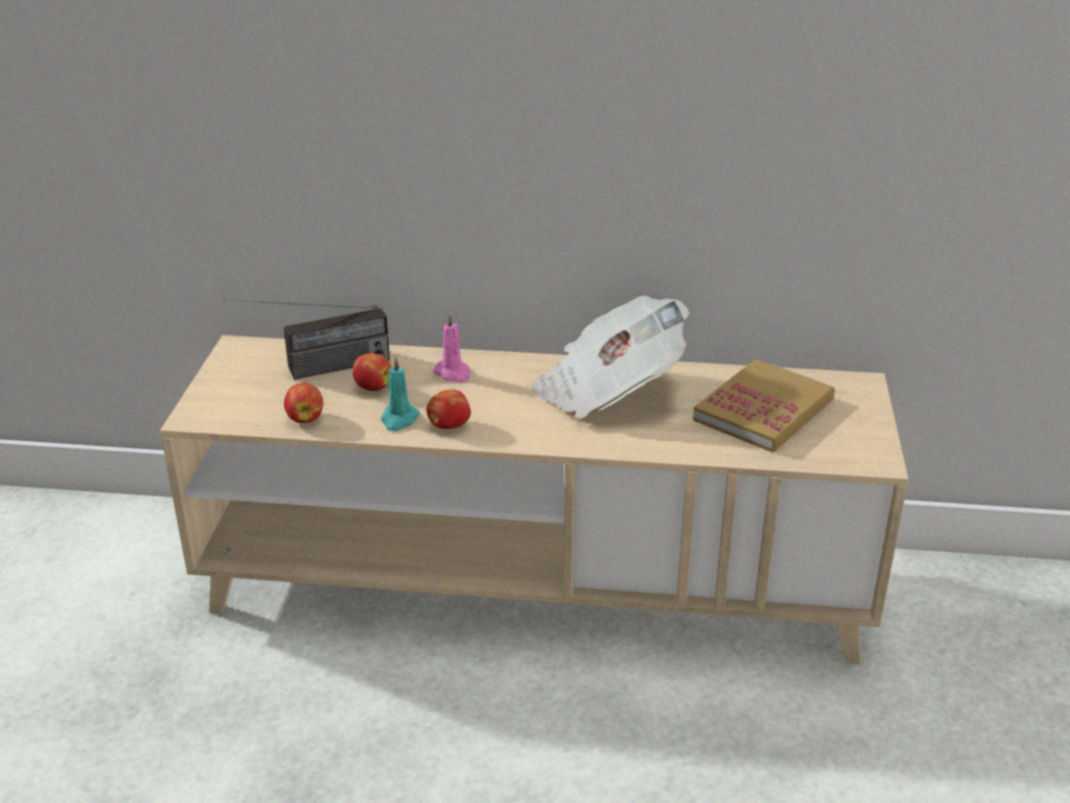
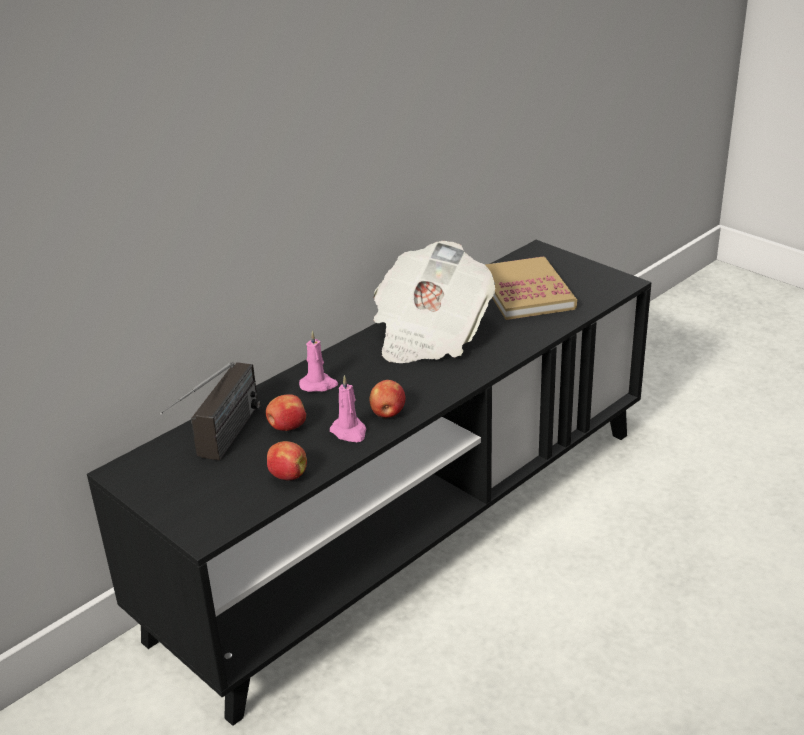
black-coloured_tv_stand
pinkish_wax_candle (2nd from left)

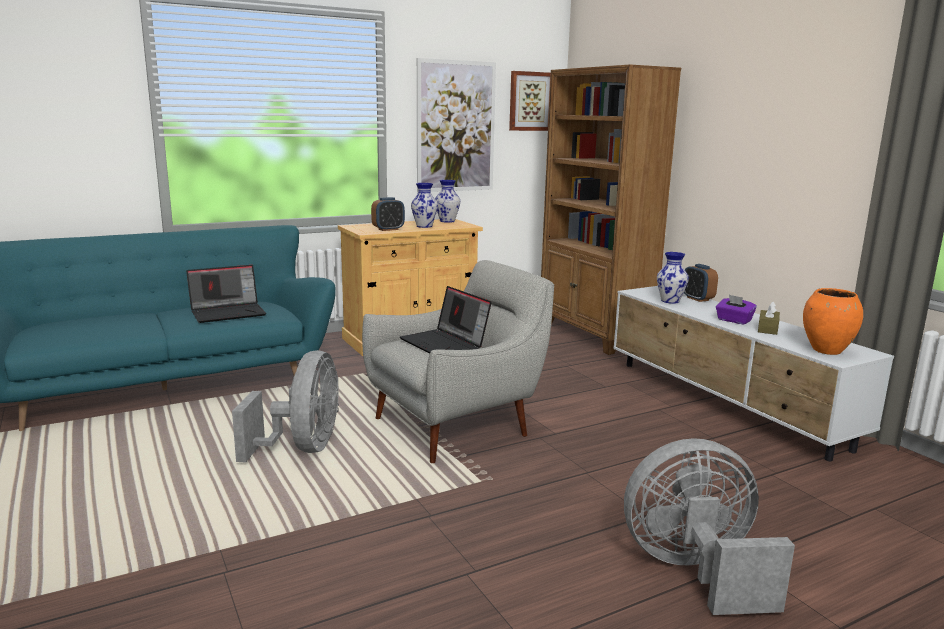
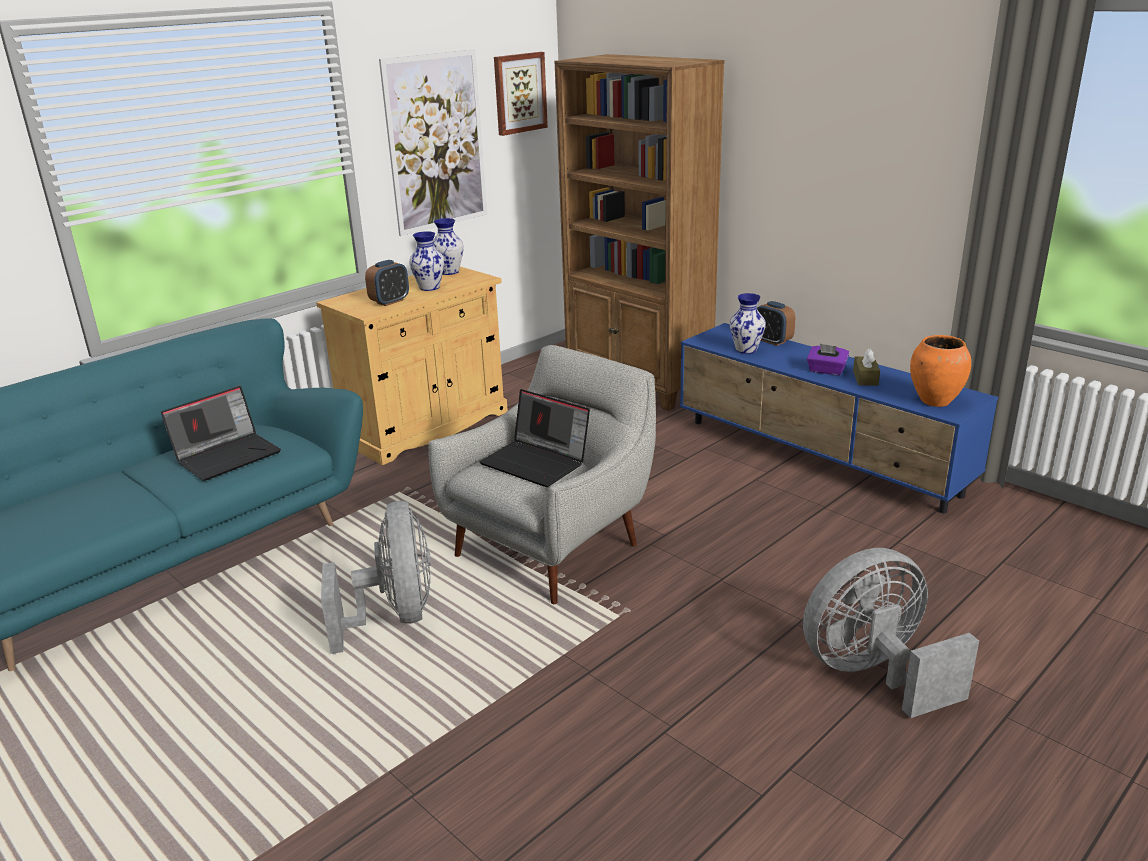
bluish_tv_stand

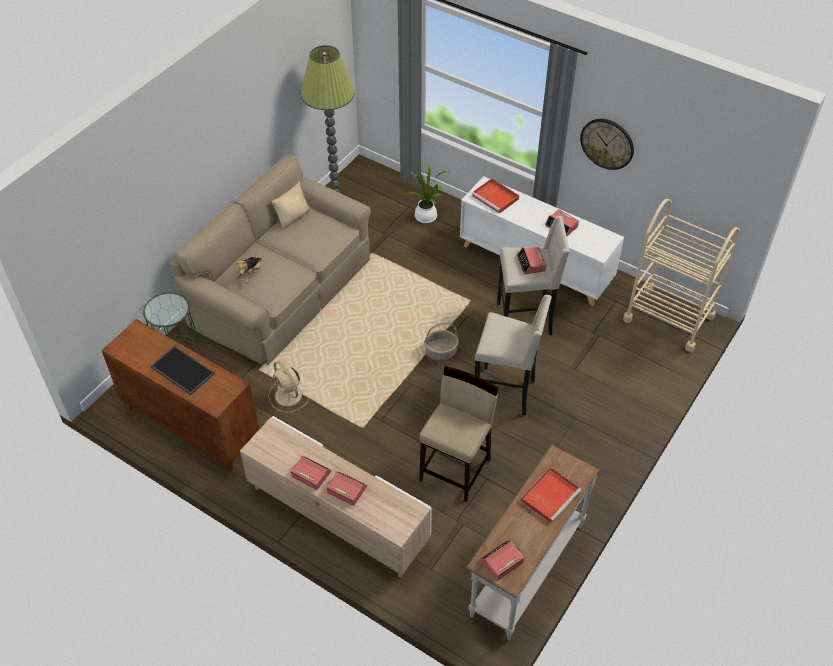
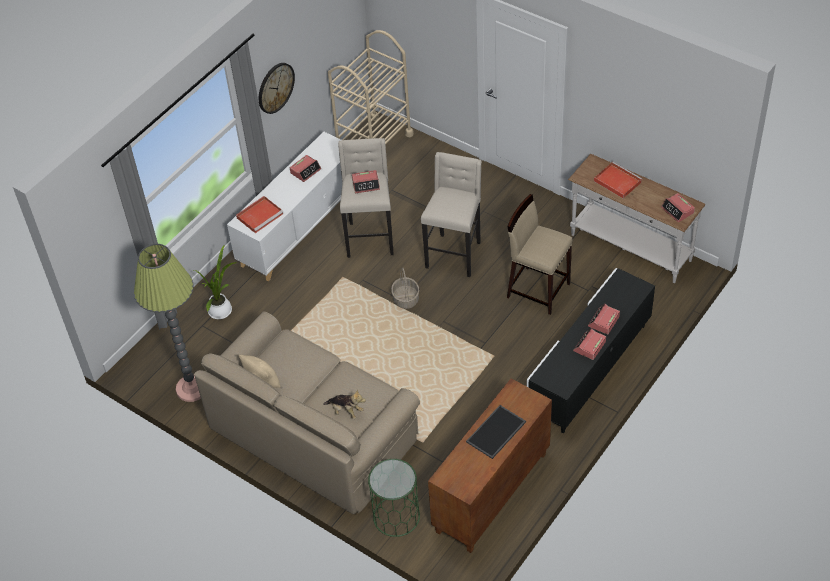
black-coloured_tv_stand
beige-coloured_cooling_fan

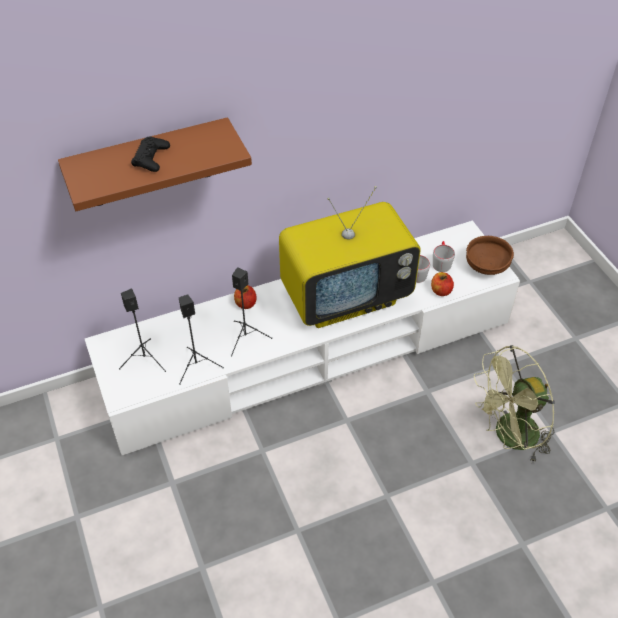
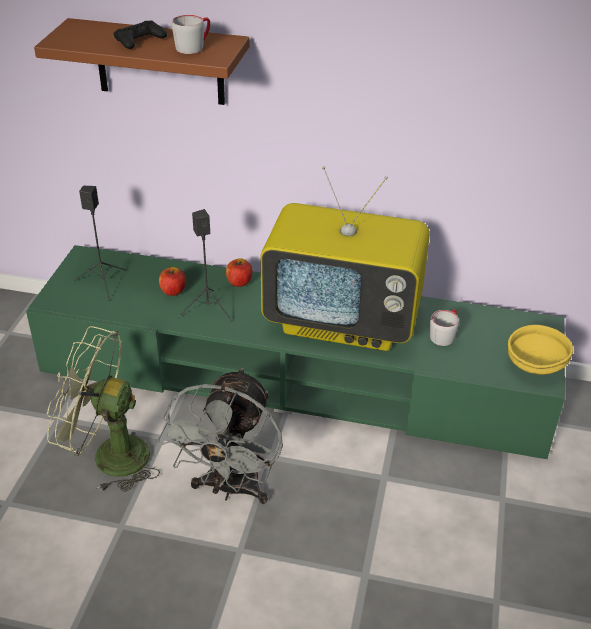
green_tv_stand
green_cooling_fan
gray_cooling_fan
apple_fruit (1st from left)
gray_coffee_mug (1st from left)
yellowish_serving_bowl
black-coloured_loudspeaker (2nd from left in the first image)

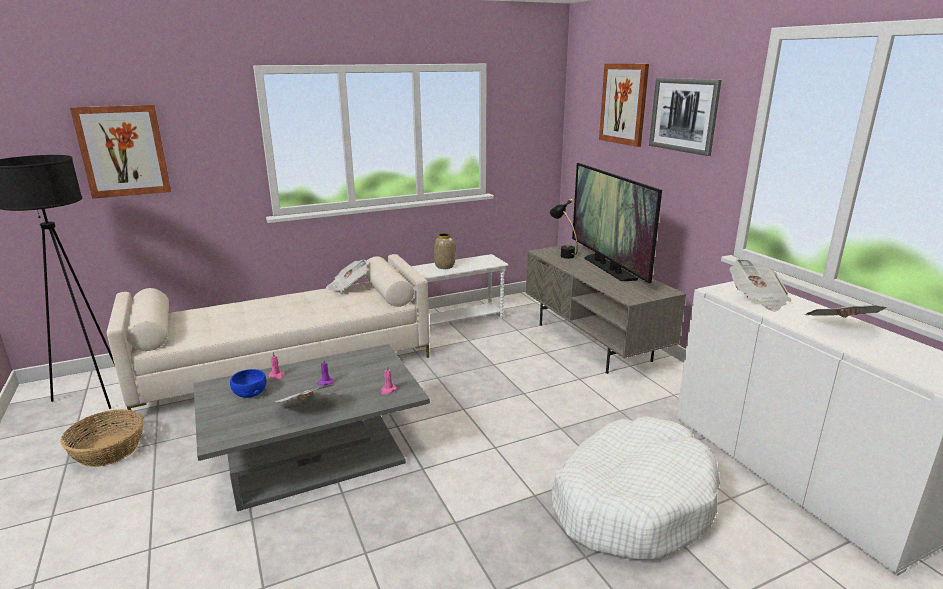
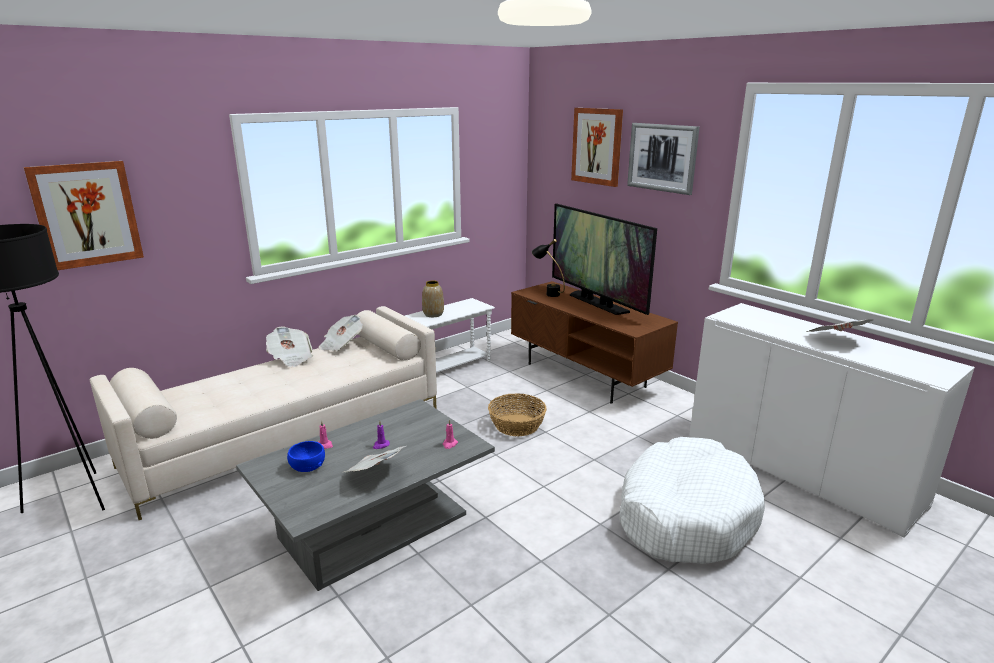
printed_paper (1st from left)
basket
brownish_tv_stand

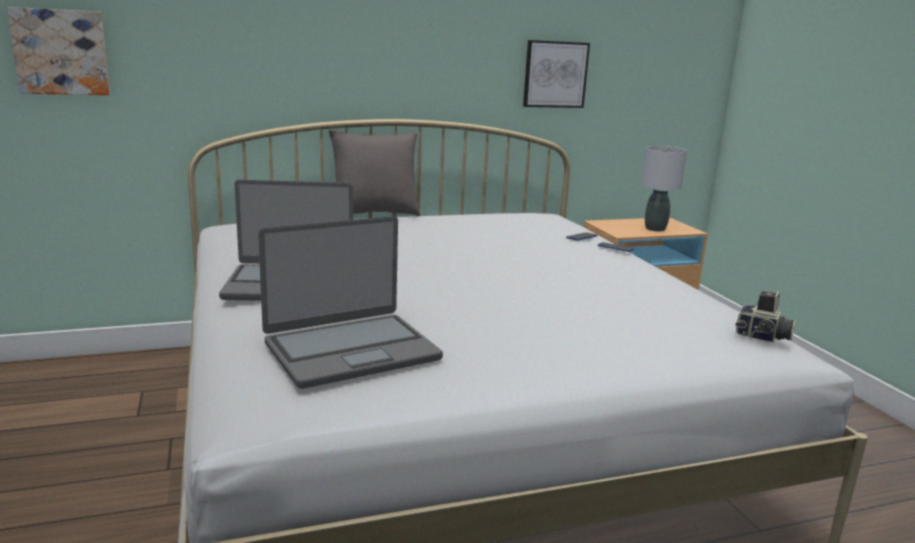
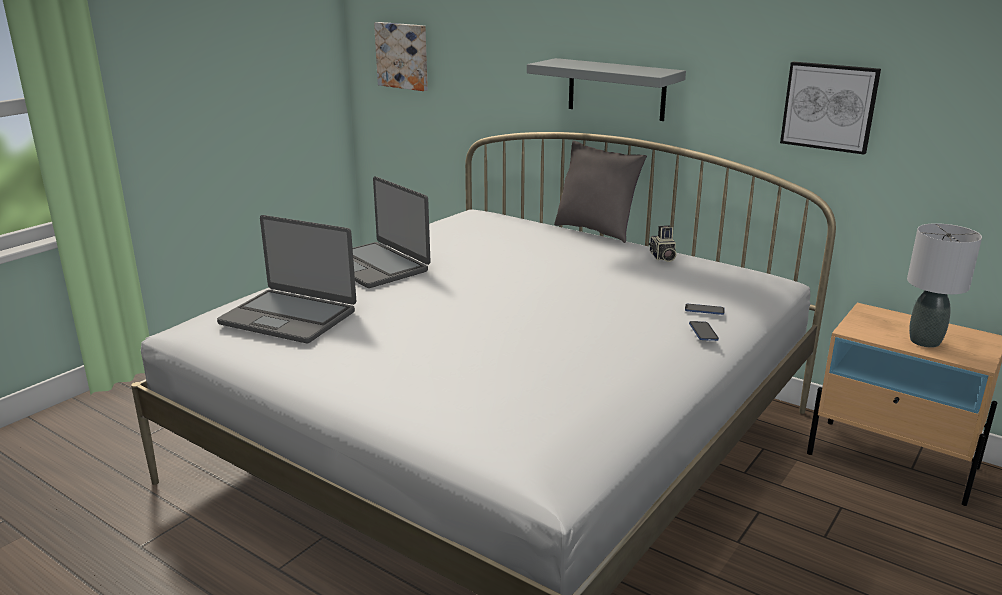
gray_wall_shelf
still_camera

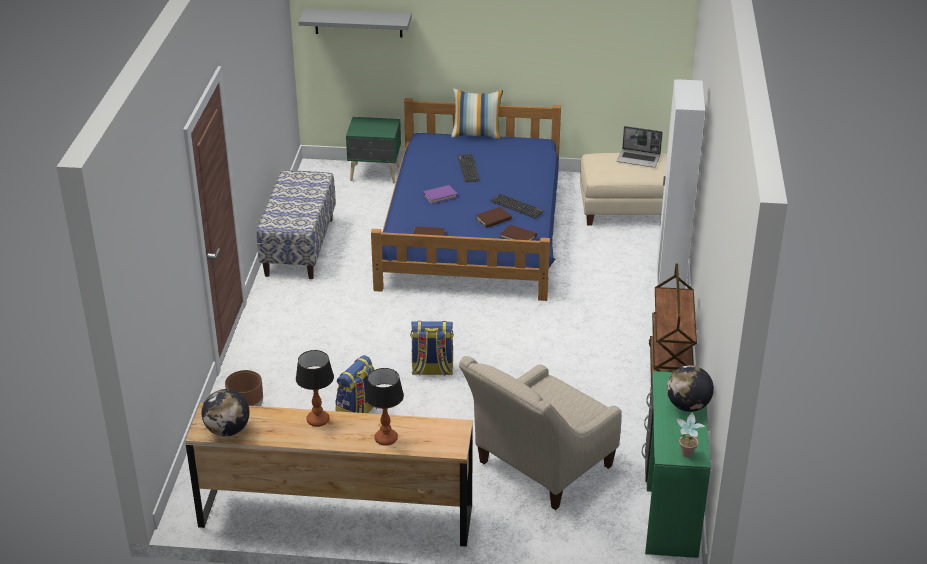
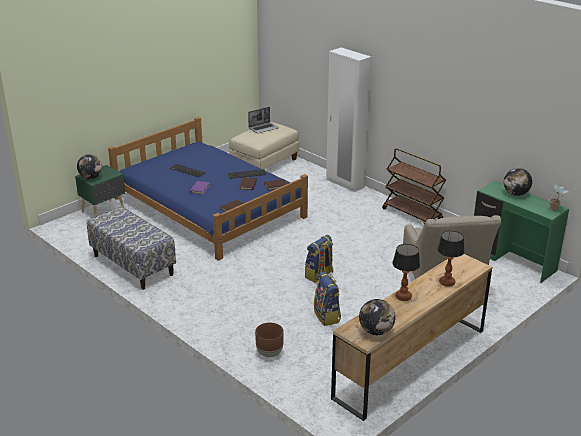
globe (1st from left)
gray_wall_shelf
cushion

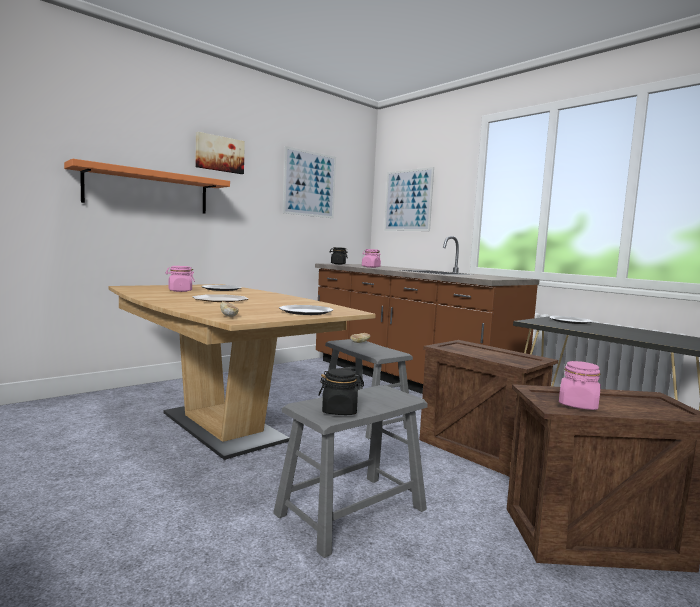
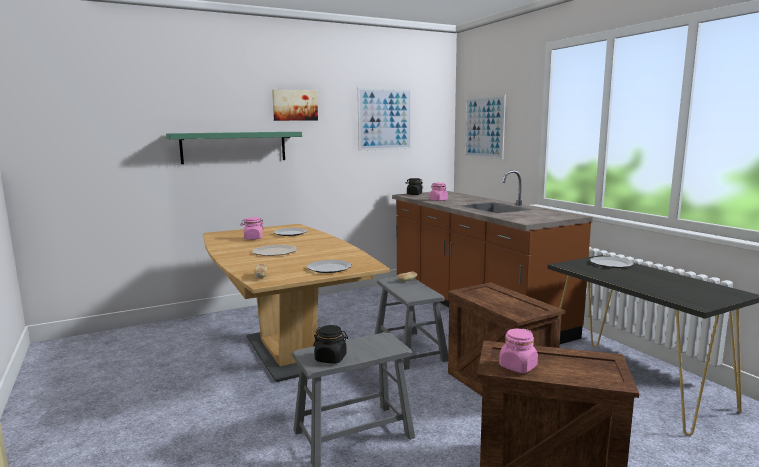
green_wall_shelf

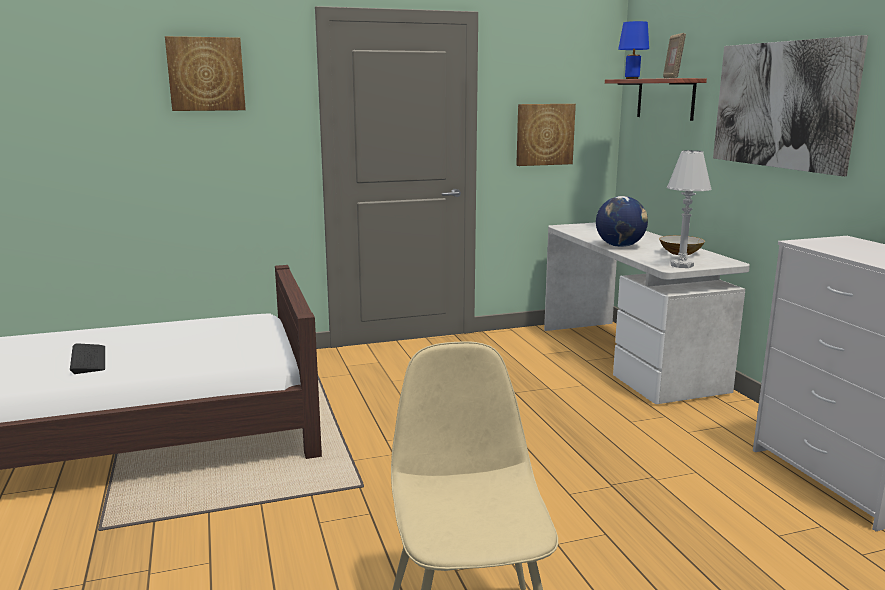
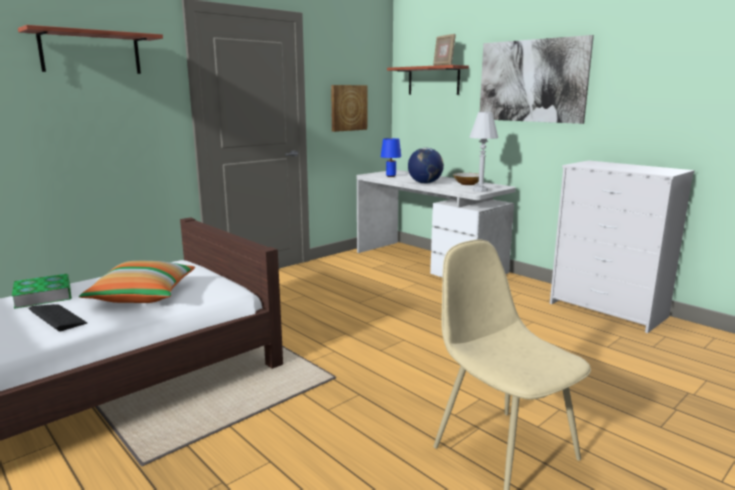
bound_book
wall_shelf (1st from left)
cushion
bluish_table_lamp

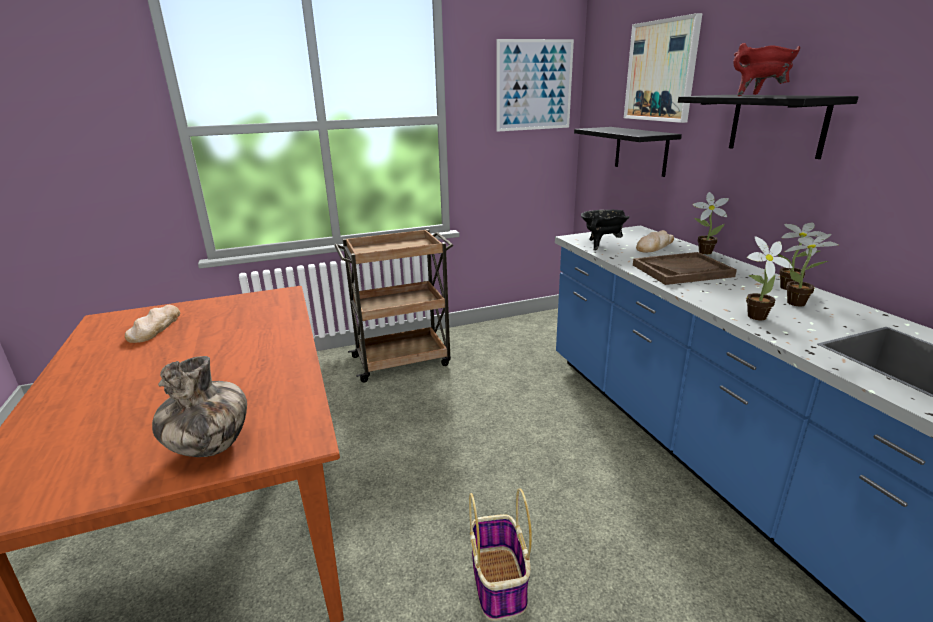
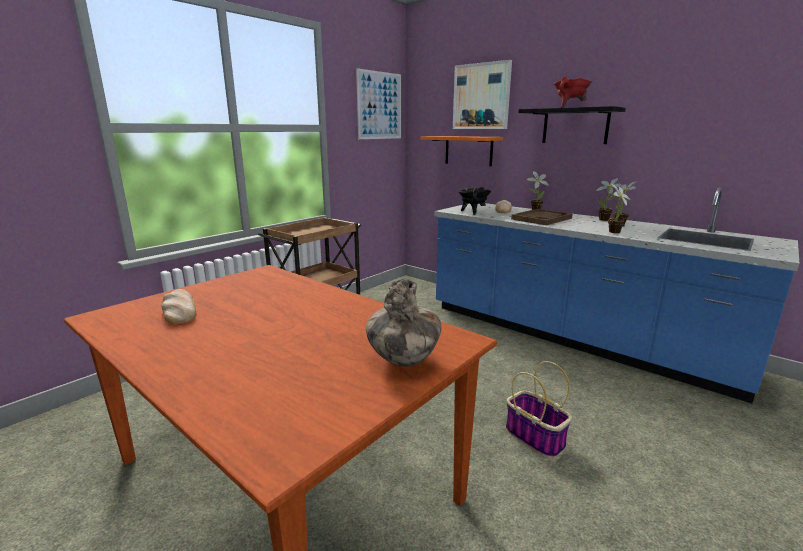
orangey_wall_shelf

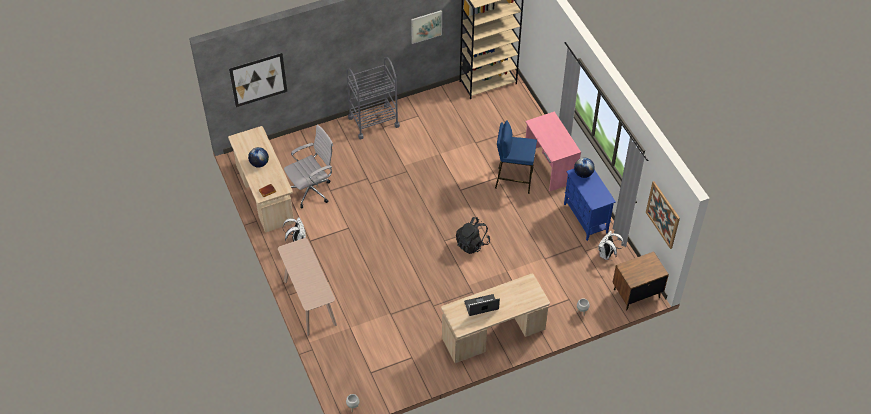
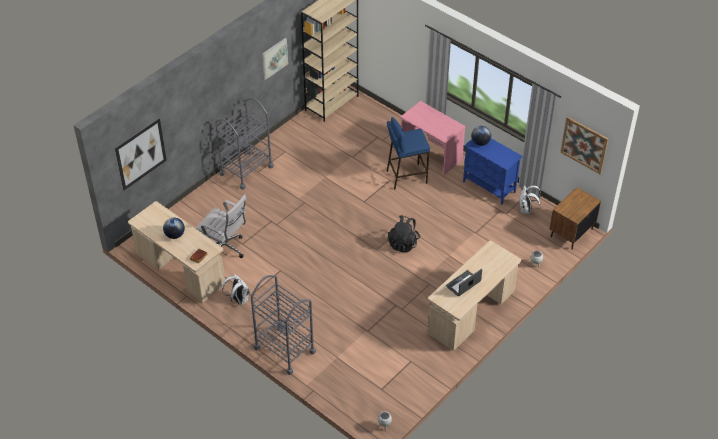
white_office_chair
gray_cart (2nd from left)

